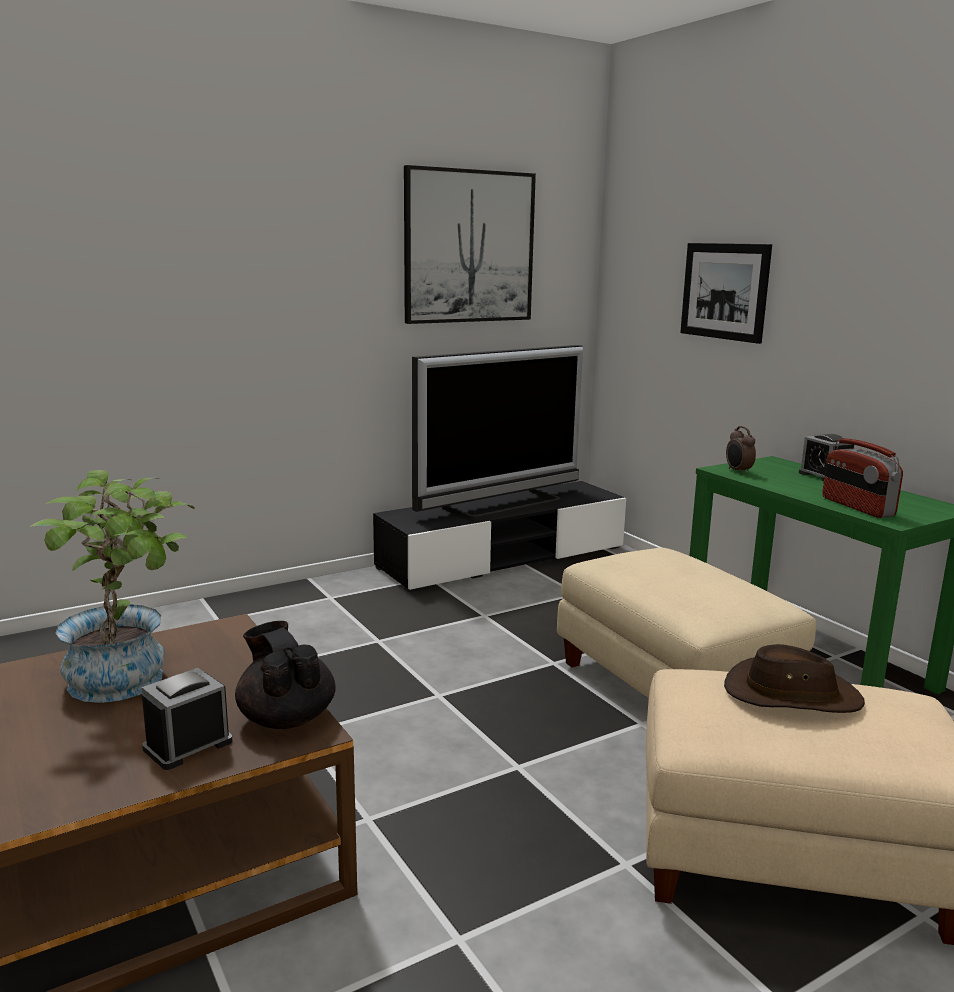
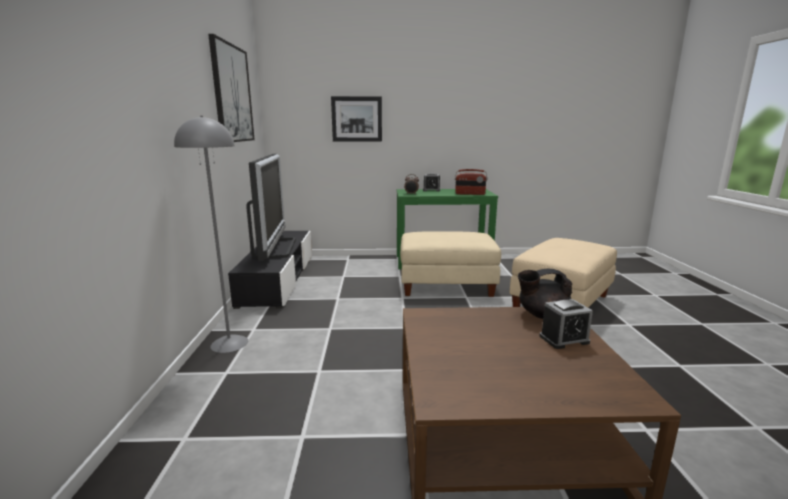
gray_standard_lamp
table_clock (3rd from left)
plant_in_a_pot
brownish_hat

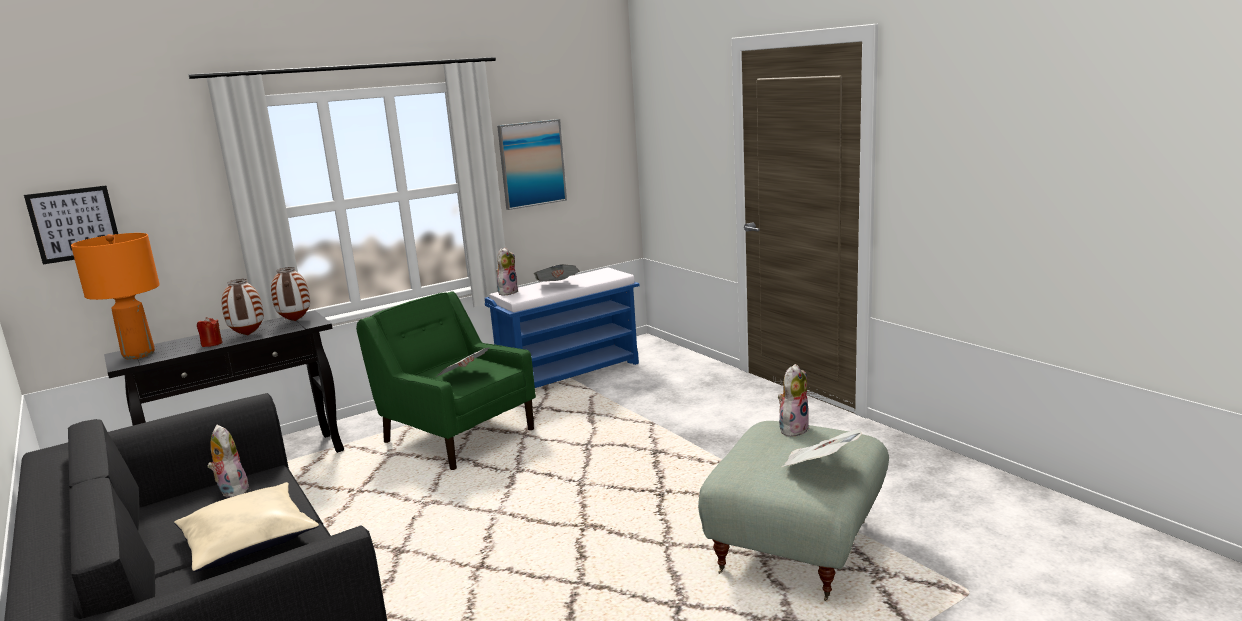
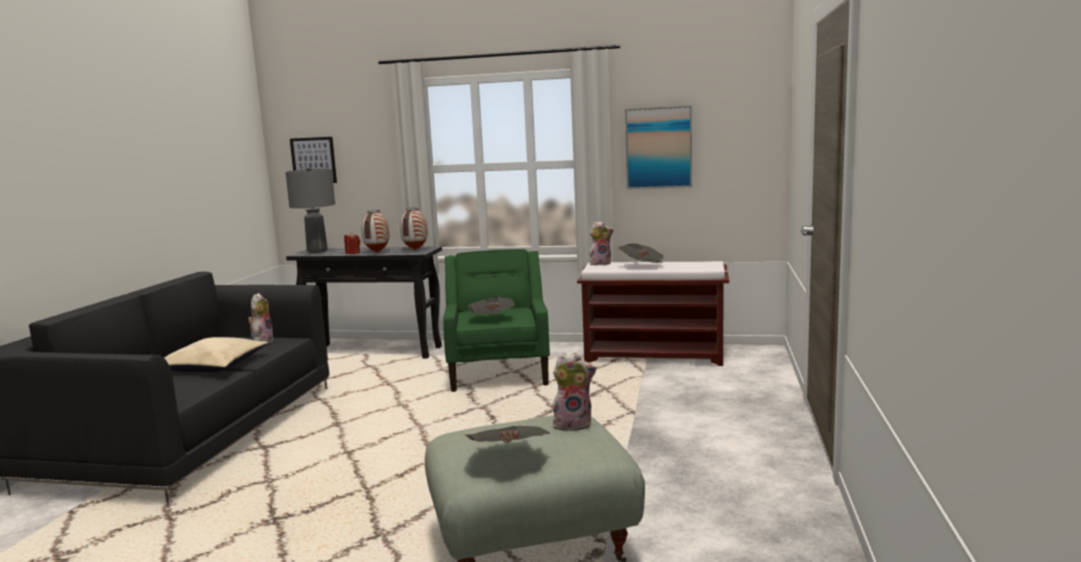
gray_table_lamp
brownish_indoor_bench

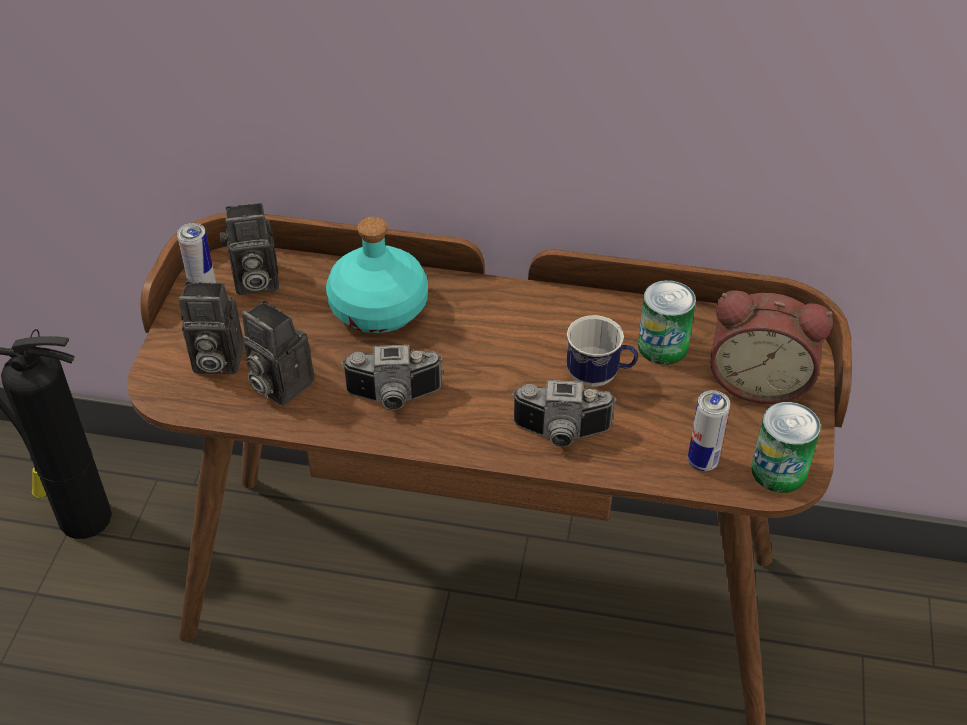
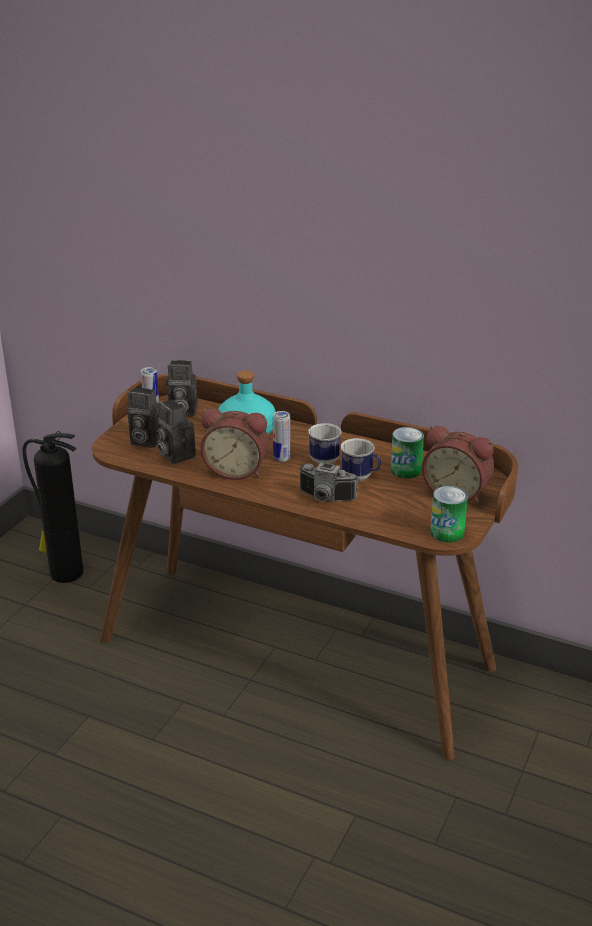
table_clock (1st from left)
can (2nd from left)
coffee_mug (1st from left)

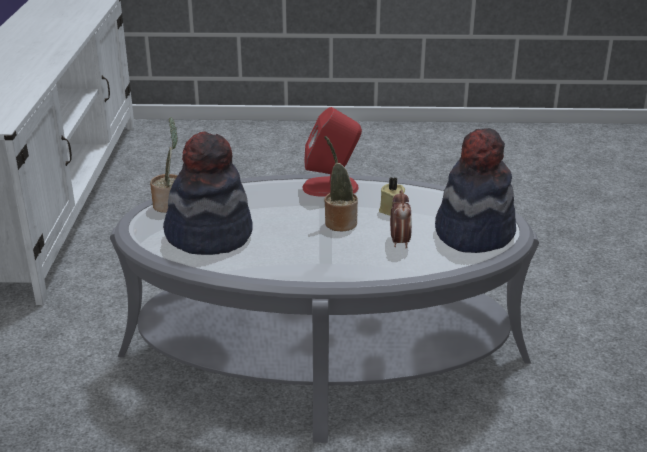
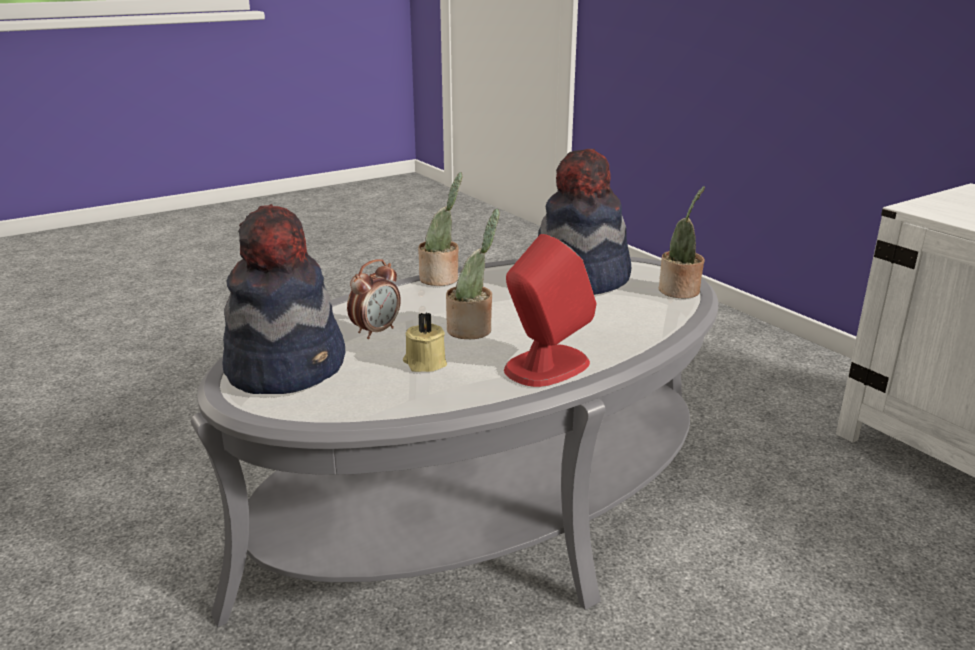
table_clock
plant_in_a_pot (1st from left)

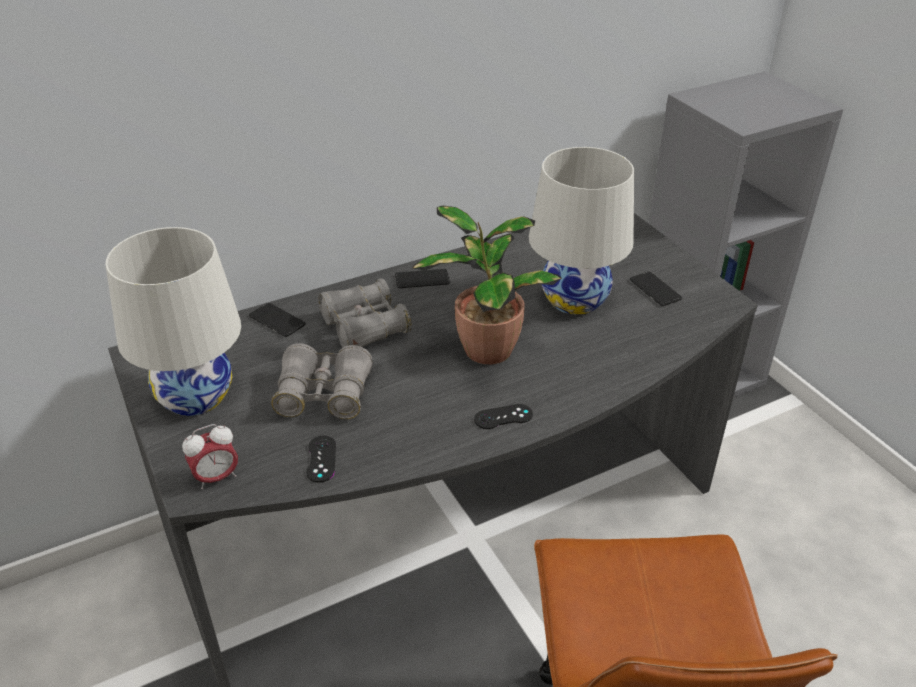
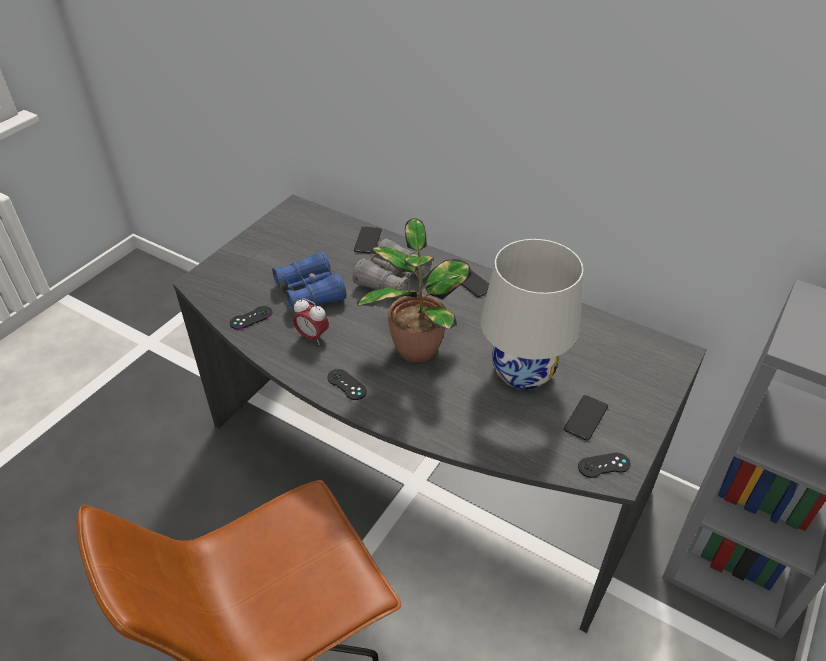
bluish_field_glasses
table_clock
black-coloured_joypad (3rd from left)
white_table_lamp (1st from left in the first image)

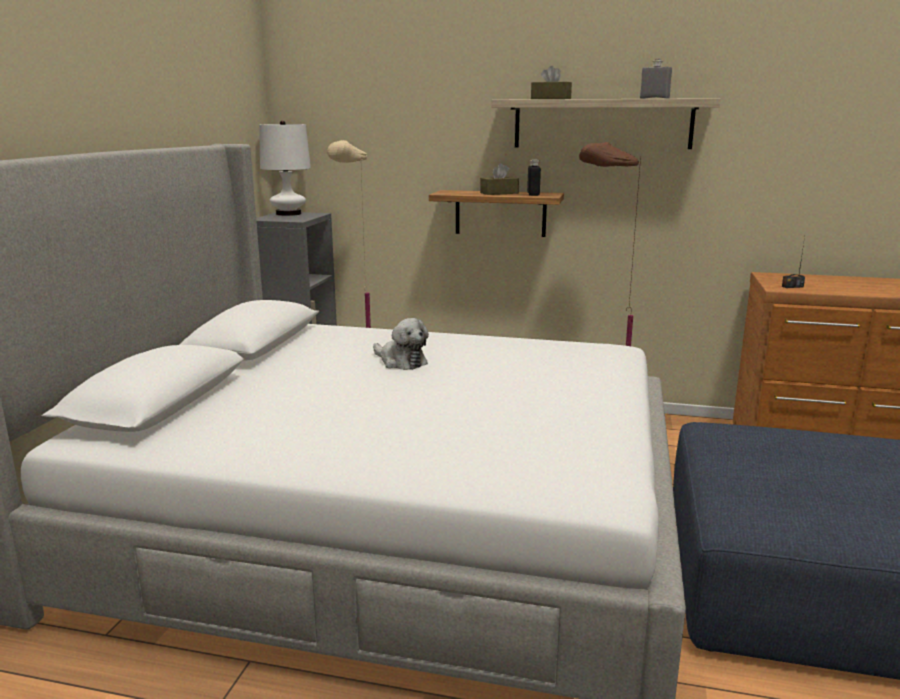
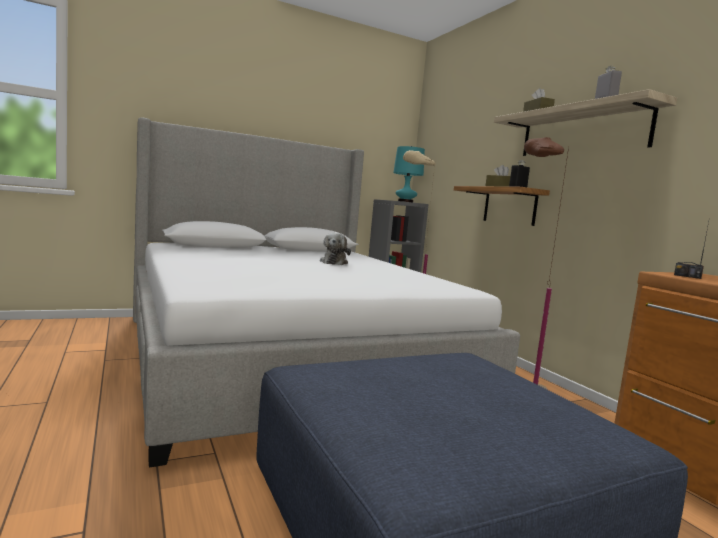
turquoise_table_lamp

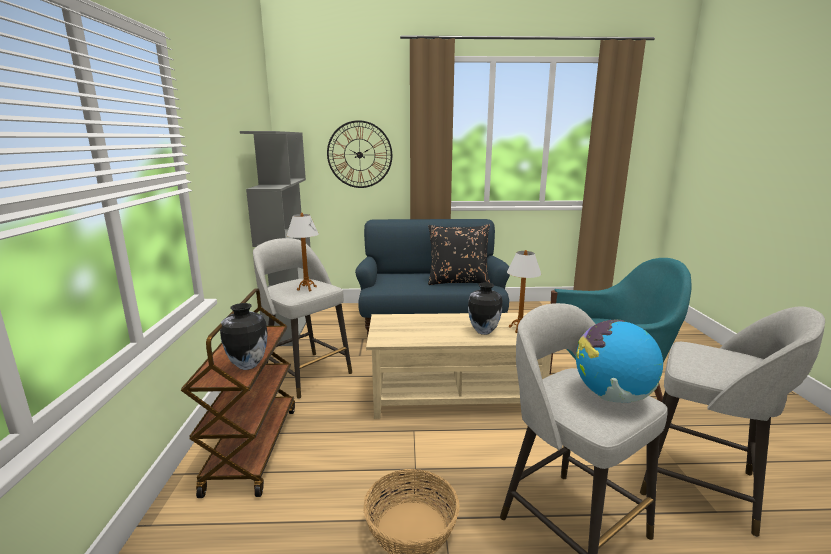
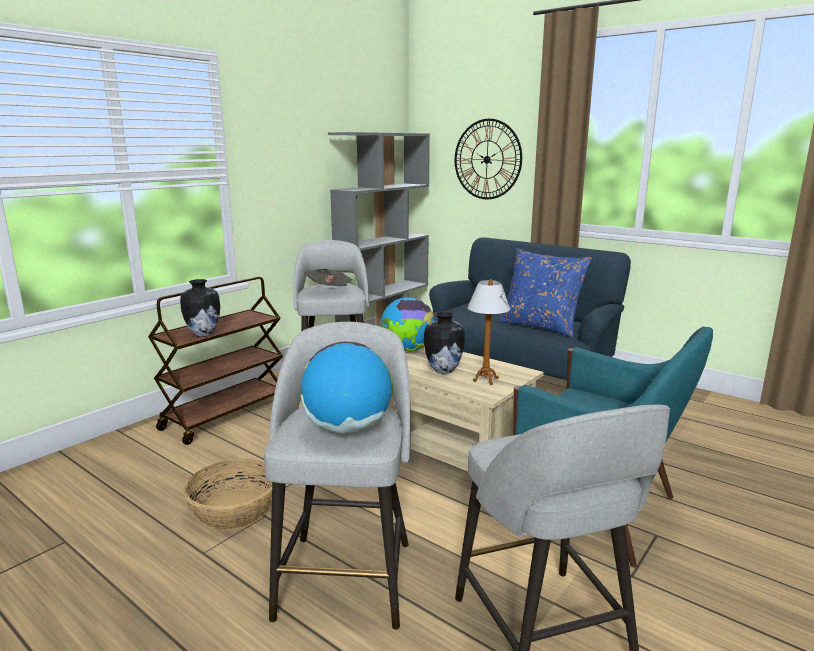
printed_paper
globe (2nd from left)
bluish_cushion

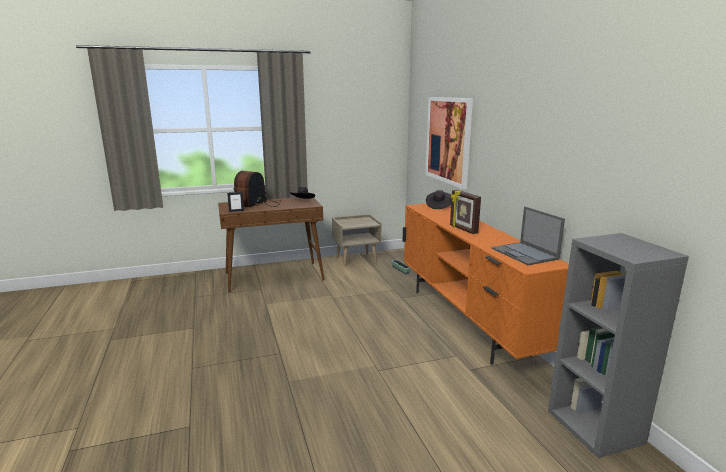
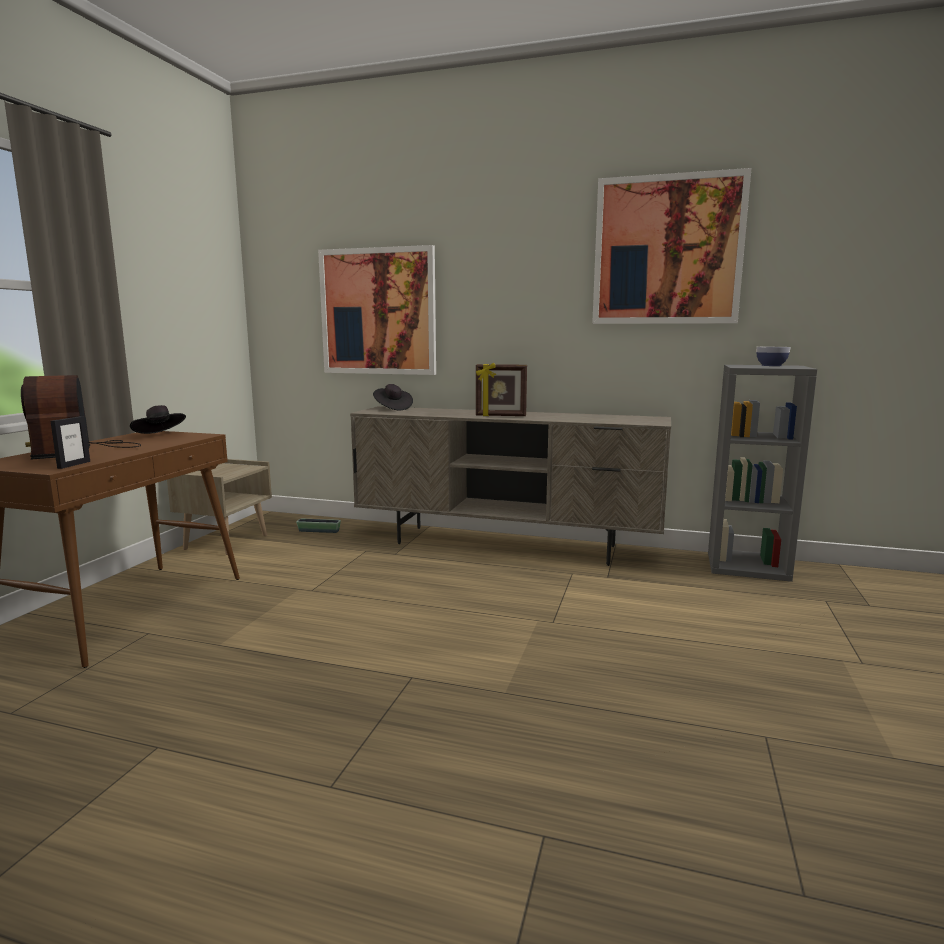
beige-coloured_tv_stand
wall_picture (2nd from left)
serving_bowl
notebook_computer

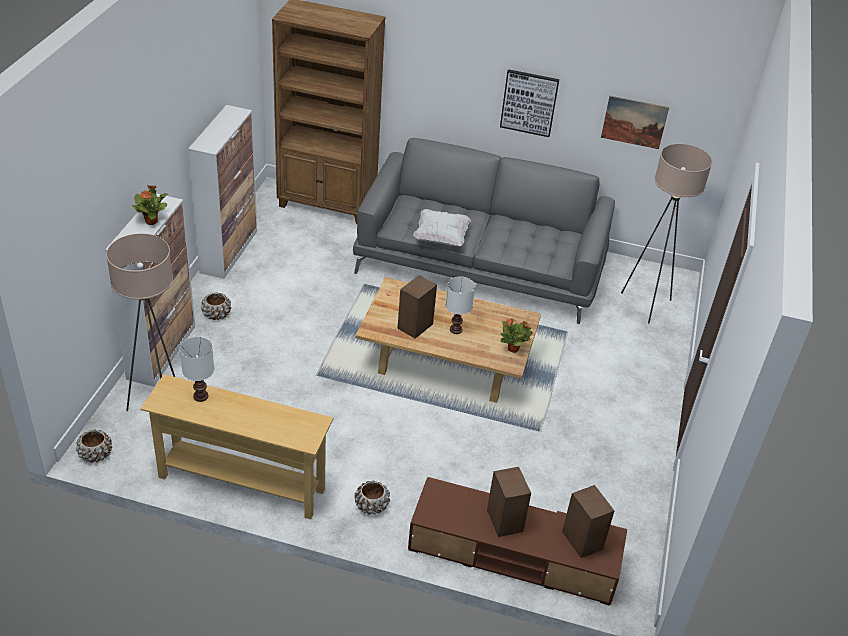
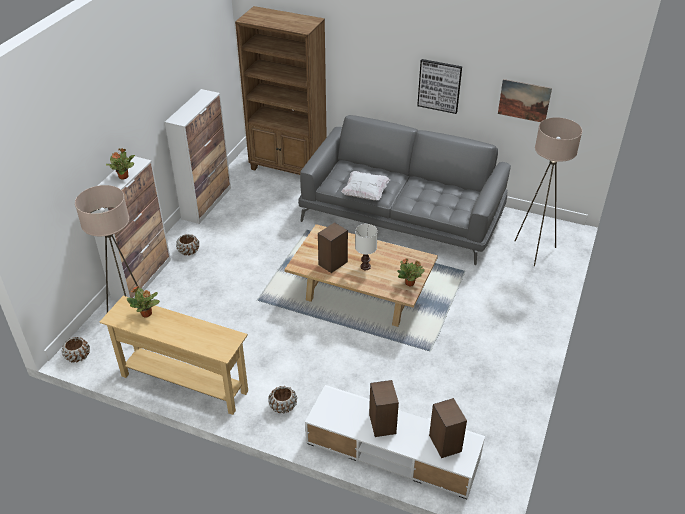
plant_in_a_pot (2nd from left)
white_tv_stand

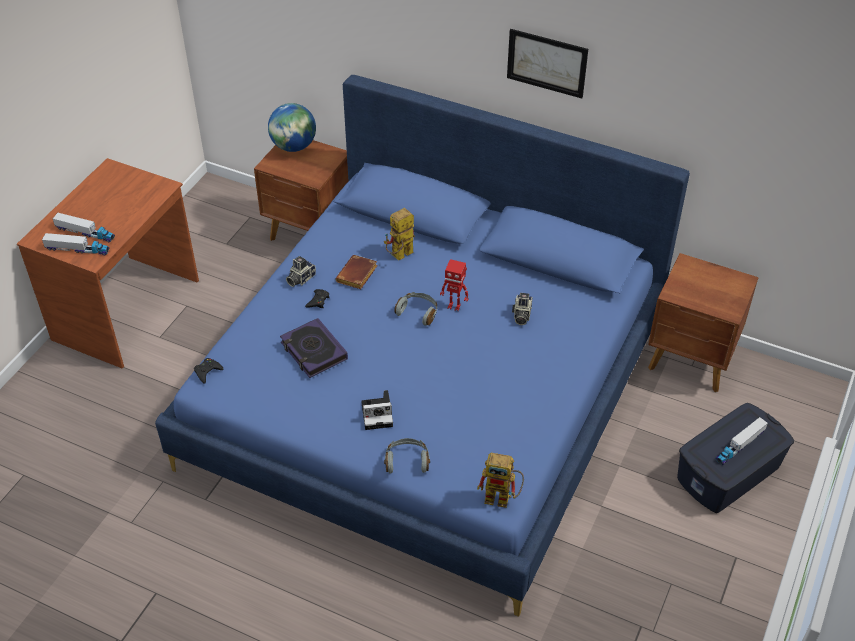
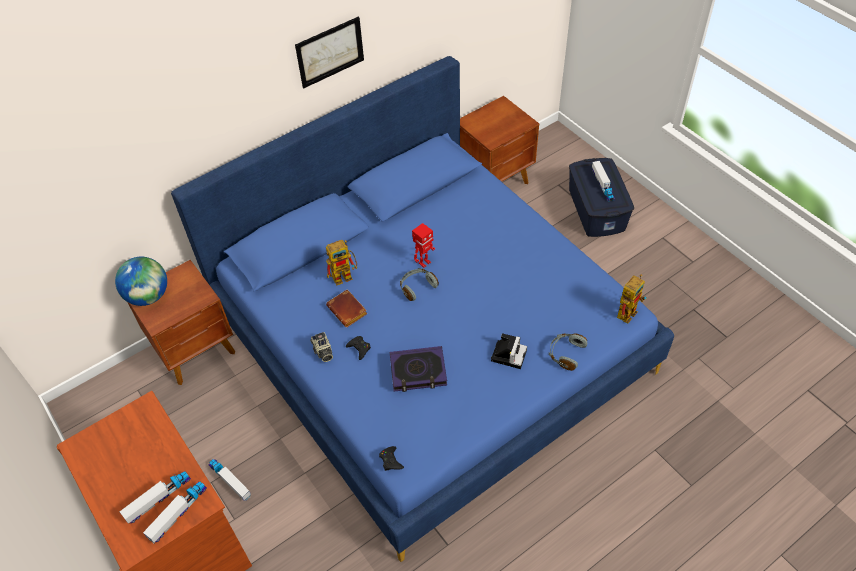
toy_truck (3rd from left)
robot_figure (1st from left)
still_camera (3rd from left in the first image)

